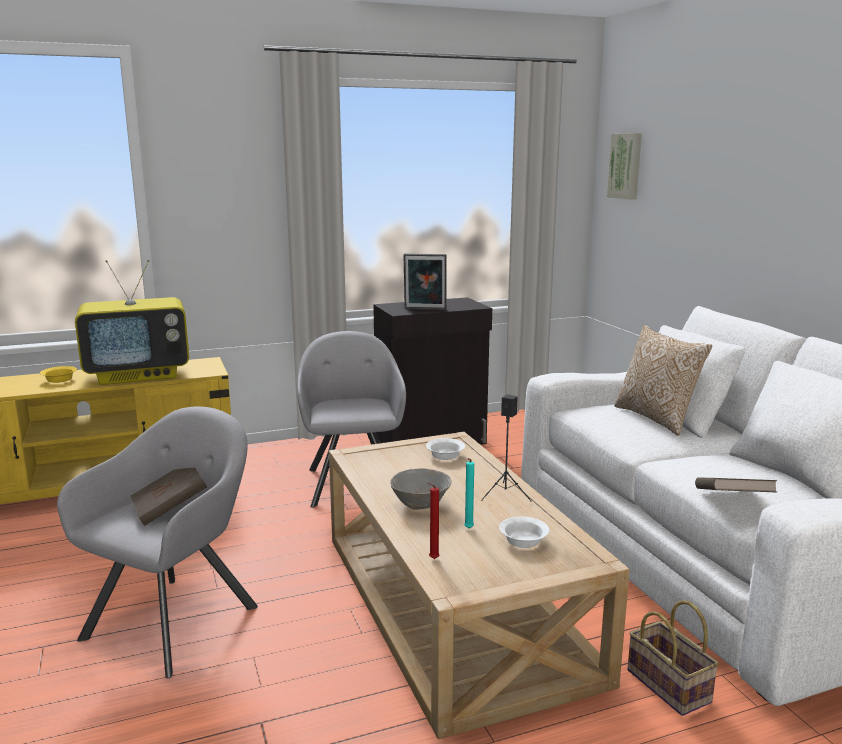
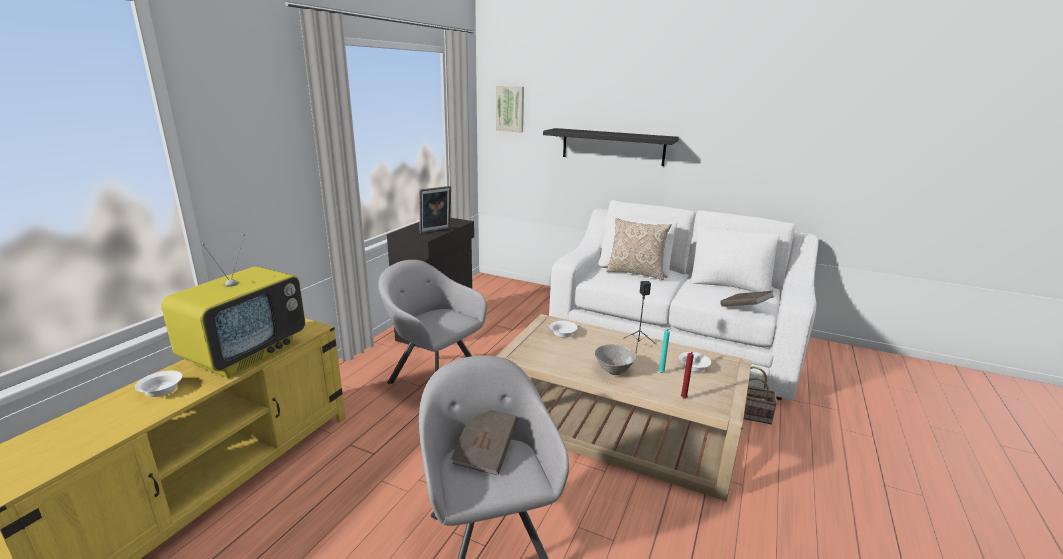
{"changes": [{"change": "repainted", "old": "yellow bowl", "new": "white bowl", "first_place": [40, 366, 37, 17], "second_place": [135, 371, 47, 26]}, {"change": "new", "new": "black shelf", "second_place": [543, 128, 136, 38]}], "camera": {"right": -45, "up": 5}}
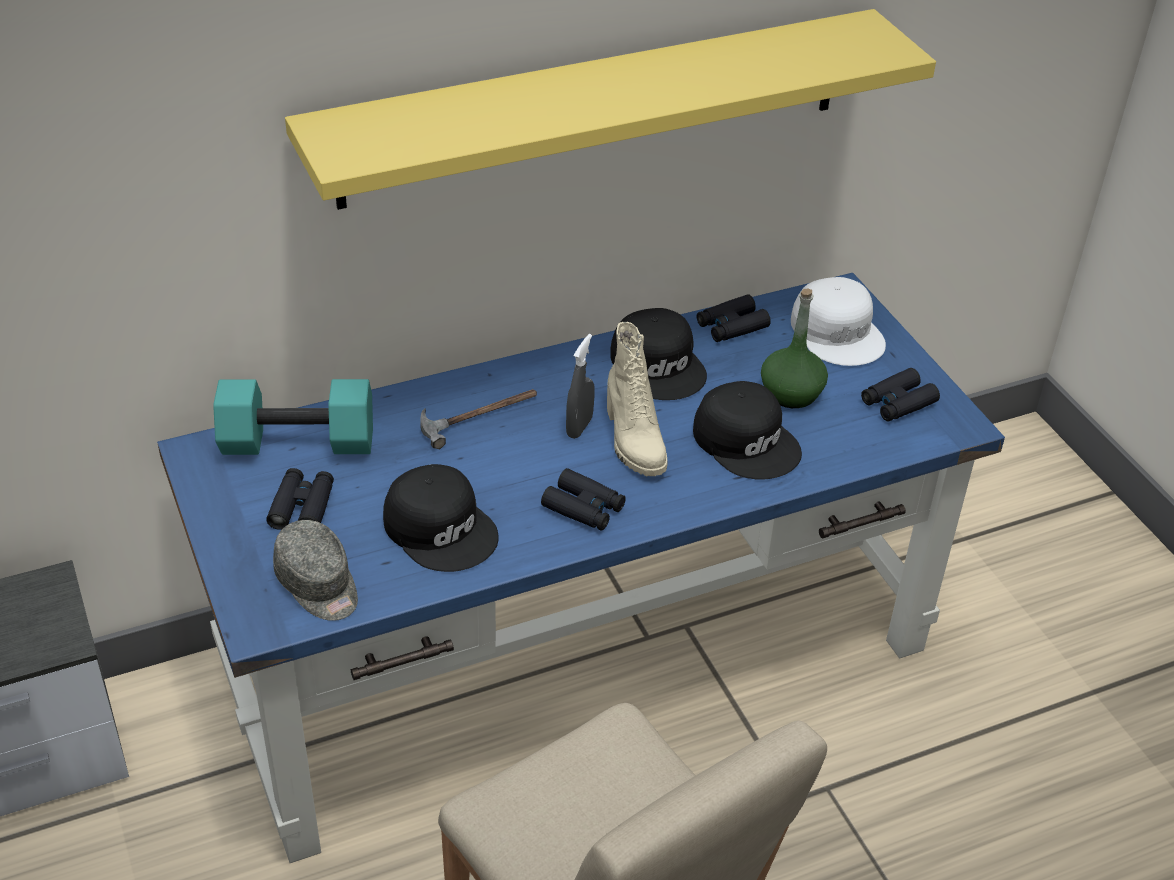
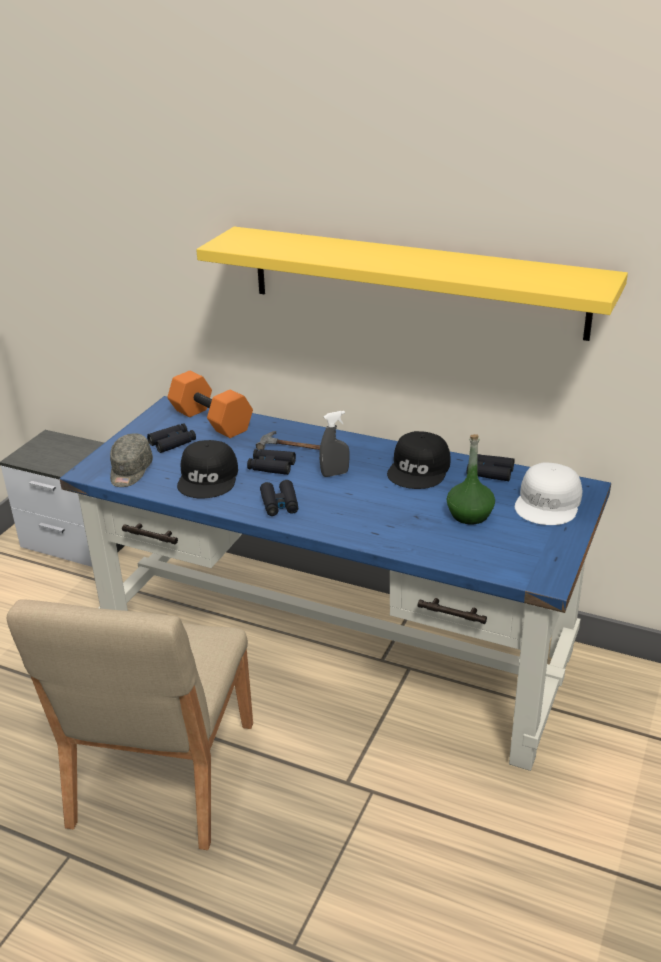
{"changes": [{"change": "repainted", "old": "turquoise dumbbell", "new": "orange dumbbell", "first_place": [213, 379, 160, 76], "second_place": [167, 371, 86, 67]}, {"change": "gone", "old": "beige boot", "first_place": [607, 322, 60, 154]}, {"change": "gone", "old": "black cap", "first_place": [693, 381, 109, 99]}, {"change": "shifted", "old": "black binoculars", "first_place": [861, 368, 79, 54], "second_place": [247, 449, 49, 26]}], "camera": {"right": 50, "up": -10}}
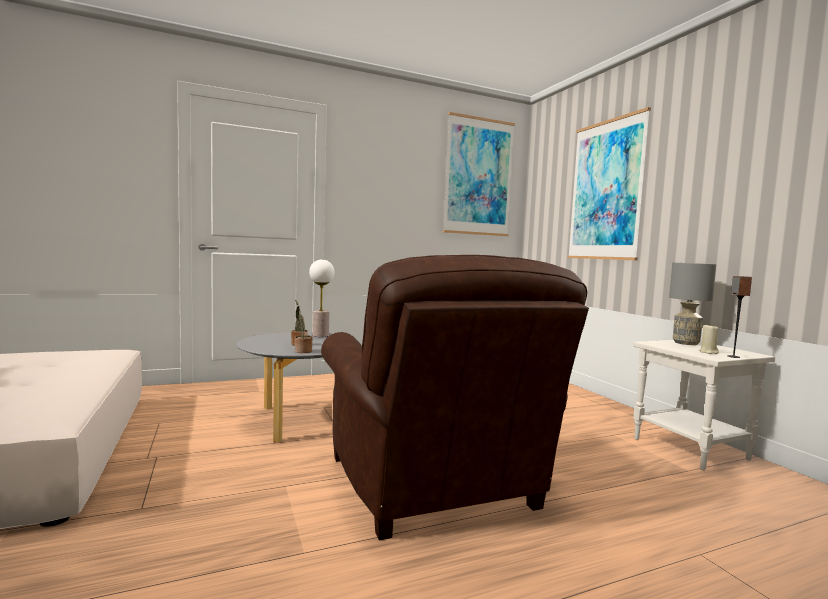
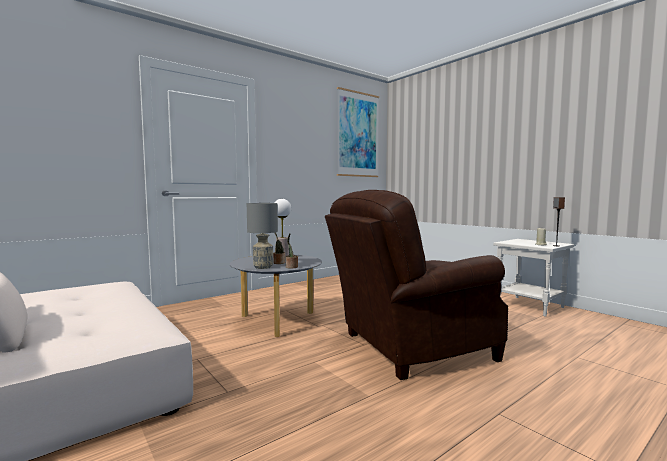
{"changes": [{"change": "rotated", "old": "brown armchair", "first_place": [321, 255, 268, 285], "second_place": [325, 190, 183, 190], "degrees": 105}, {"change": "gone", "old": "picture", "first_place": [567, 107, 84, 153]}, {"change": "shifted", "old": "grey table lamp", "first_place": [669, 263, 47, 82], "second_place": [247, 203, 31, 66]}], "camera": {"right": -15, "up": 0}}
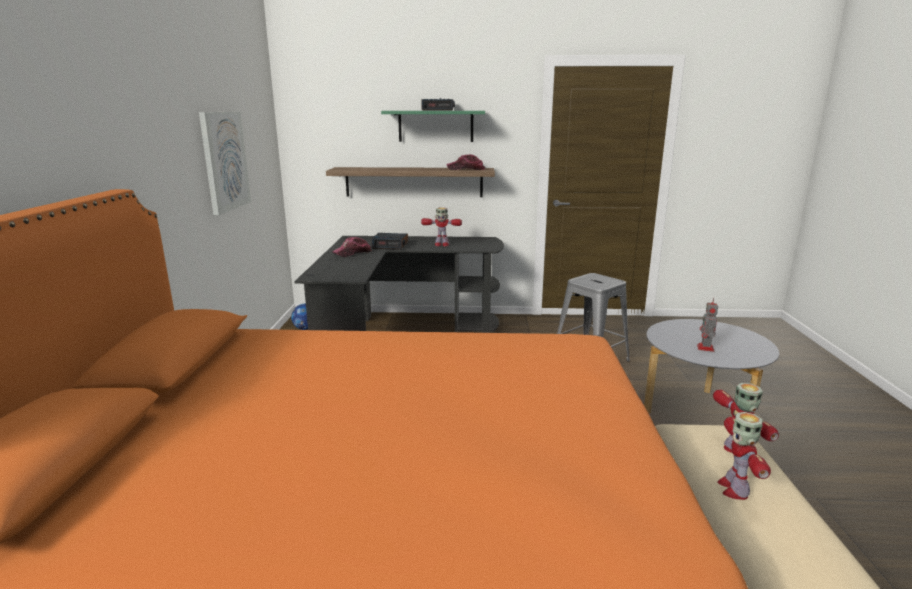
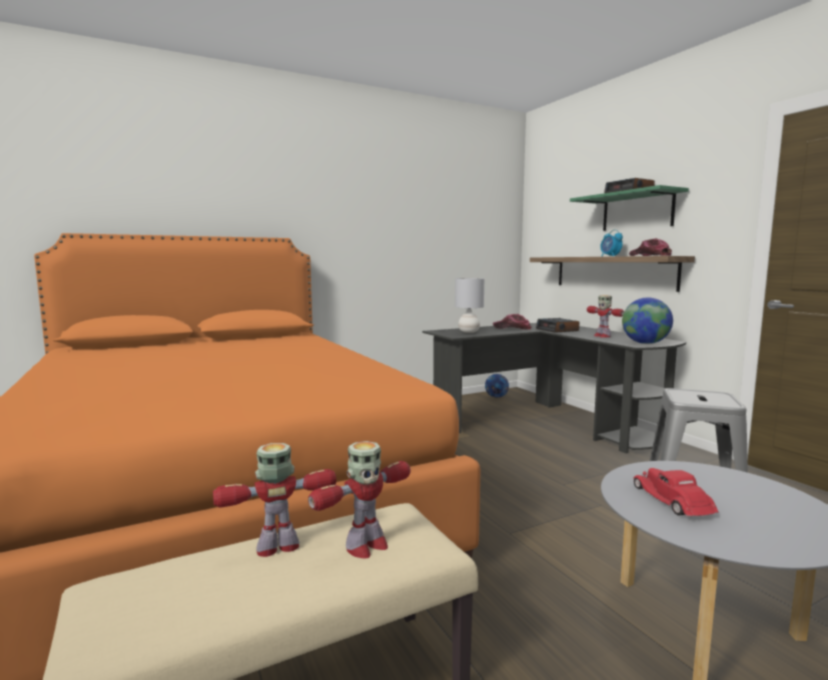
{"changes": [{"change": "gone", "old": "picture", "first_place": [199, 112, 52, 103]}, {"change": "swapped", "old": "toy robot", "new": "red toy car", "first_place": [697, 298, 21, 54], "second_place": [633, 468, 86, 48]}, {"change": "new", "new": "grey table lamp", "second_place": [455, 278, 29, 55]}, {"change": "new", "new": "alarm clock", "second_place": [600, 229, 23, 27]}, {"change": "new", "new": "globe", "second_place": [622, 298, 51, 46]}], "camera": {"right": 60, "up": -10}}
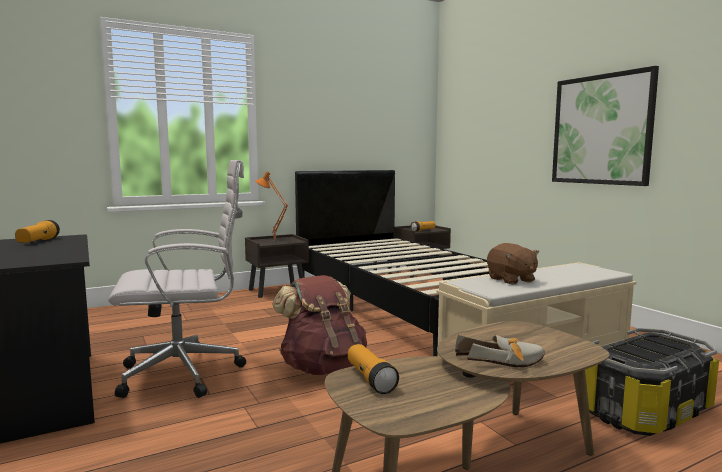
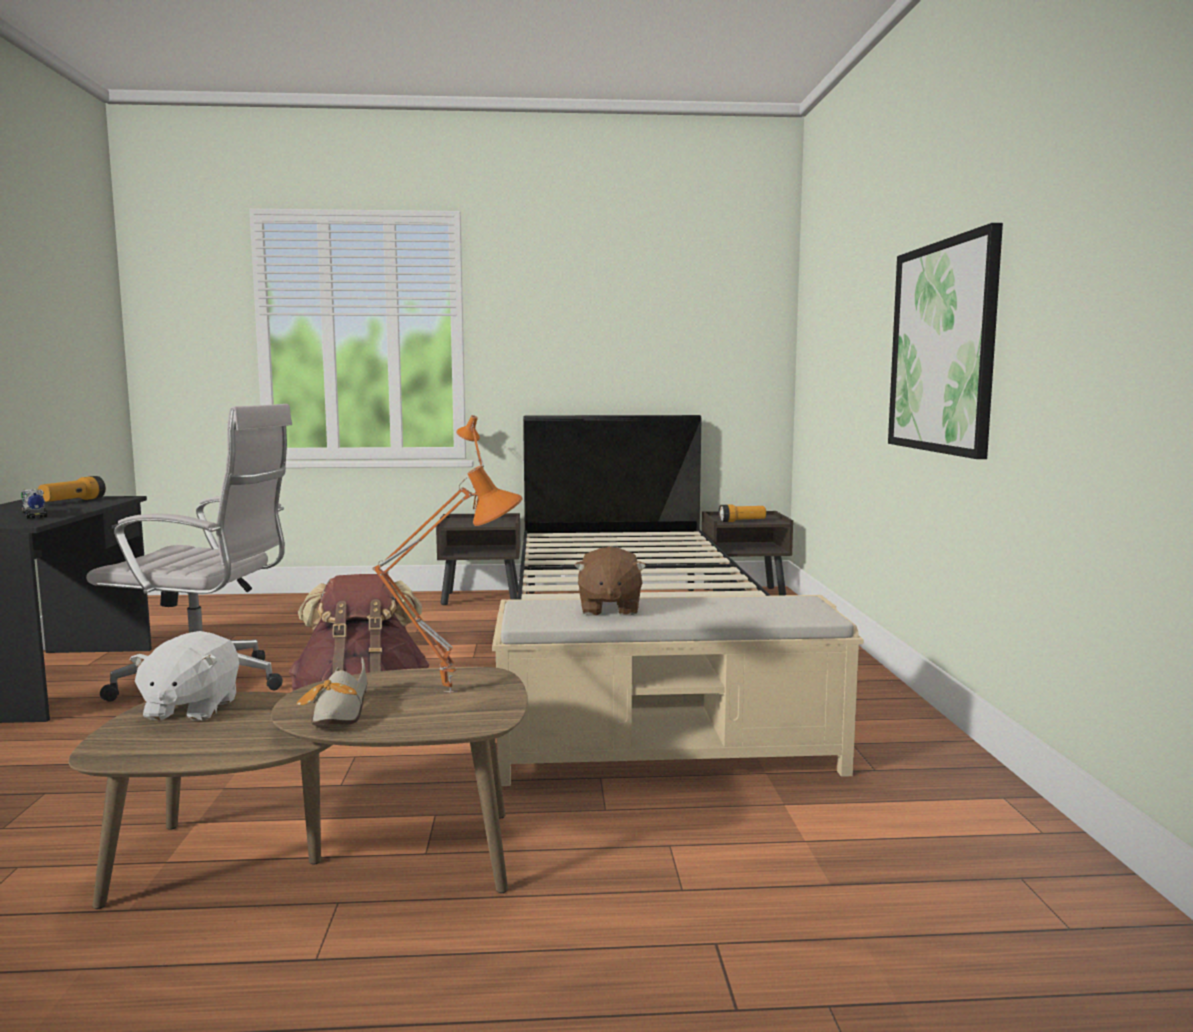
{"changes": [{"change": "swapped", "old": "flashlight", "new": "white plush toy", "first_place": [348, 344, 51, 50], "second_place": [130, 631, 109, 90]}, {"change": "rotated", "old": "shoe", "first_place": [455, 335, 90, 32], "second_place": [297, 657, 70, 69], "degrees": 60}, {"change": "gone", "old": "storage box", "first_place": [585, 328, 134, 108]}, {"change": "new", "new": "toy truck", "second_place": [21, 489, 26, 30]}, {"change": "new", "new": "orange table lamp", "second_place": [373, 466, 149, 227]}], "camera": {"right": 25, "up": 0}}
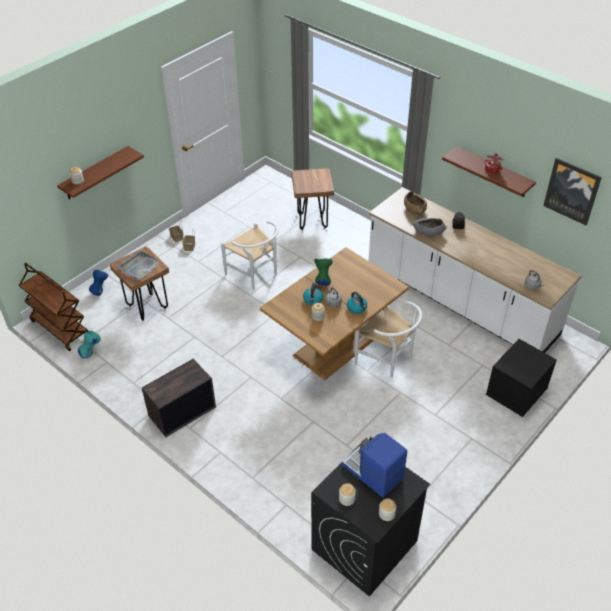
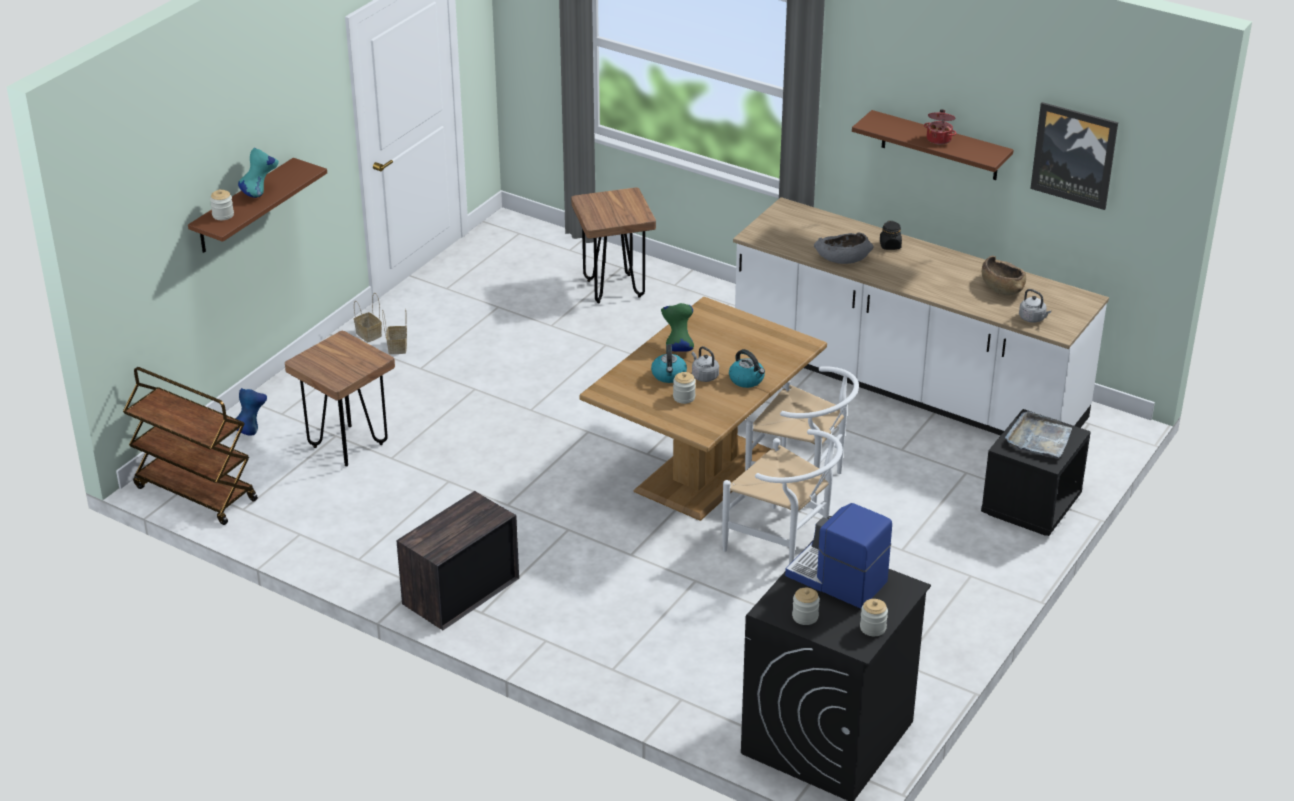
{"changes": [{"change": "shifted", "old": "turquoise vase", "first_place": [78, 331, 23, 28], "second_place": [238, 148, 41, 50]}, {"change": "shifted", "old": "grey tray", "first_place": [118, 251, 42, 29], "second_place": [1005, 411, 67, 47]}, {"change": "shifted", "old": "white chair", "first_place": [221, 221, 58, 69], "second_place": [722, 429, 121, 136]}, {"change": "shifted", "old": "brown bowl", "first_place": [404, 191, 23, 24], "second_place": [982, 256, 44, 39]}], "camera": {"right": -10, "up": -10}}
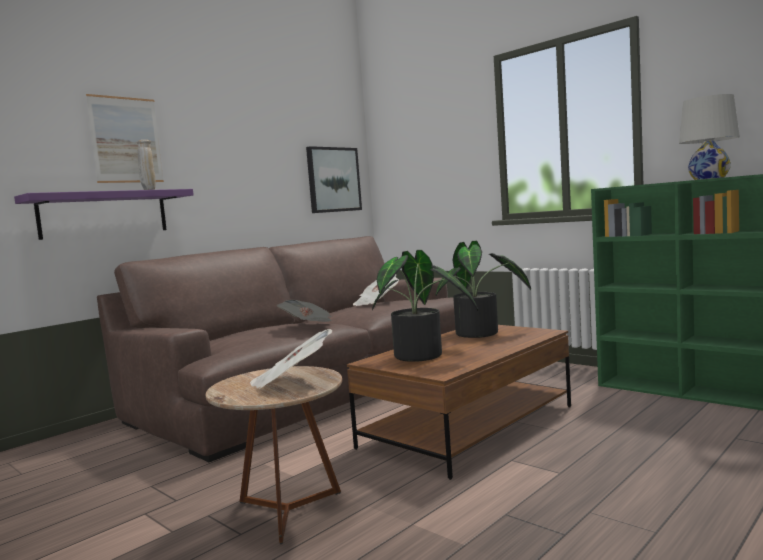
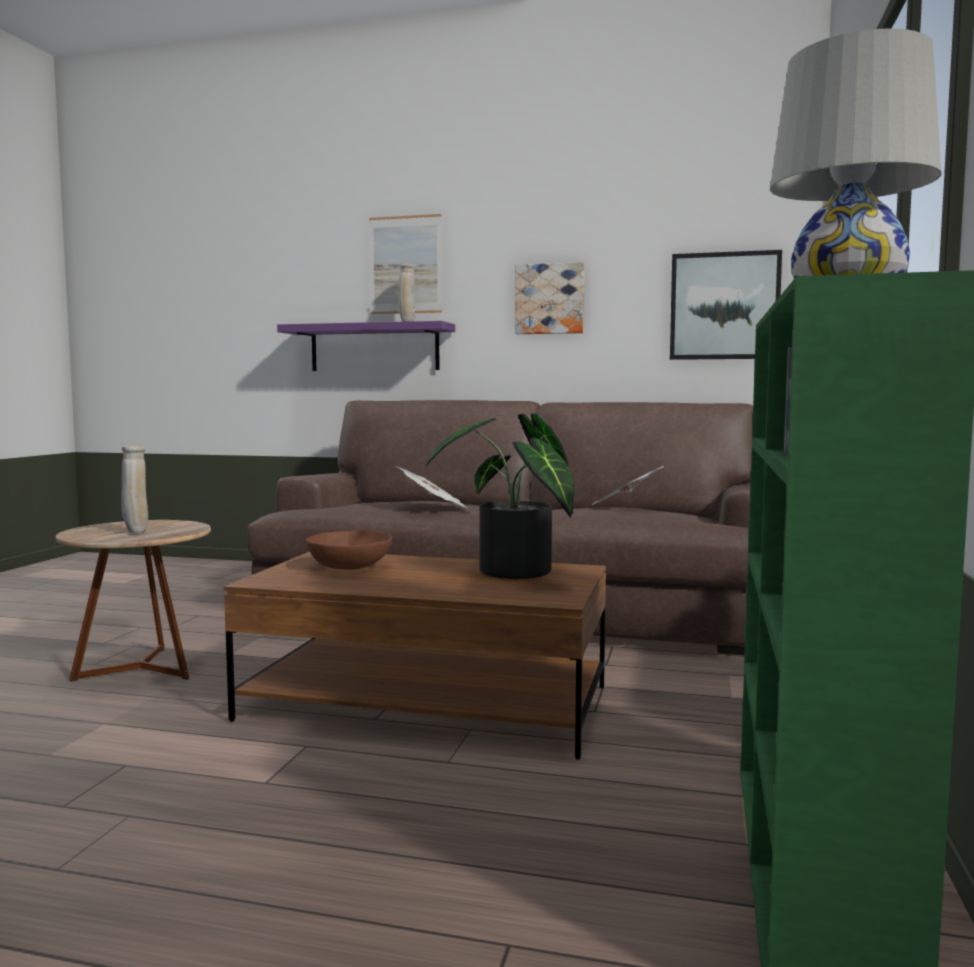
{"changes": [{"change": "swapped", "old": "newspaper", "new": "beige vase", "first_place": [250, 329, 82, 60], "second_place": [121, 445, 27, 88]}, {"change": "swapped", "old": "potted plant", "new": "brown bowl", "first_place": [372, 250, 106, 112], "second_place": [306, 530, 86, 40]}, {"change": "new", "new": "picture", "second_place": [515, 262, 69, 72]}], "camera": {"right": 60, "up": 0}}
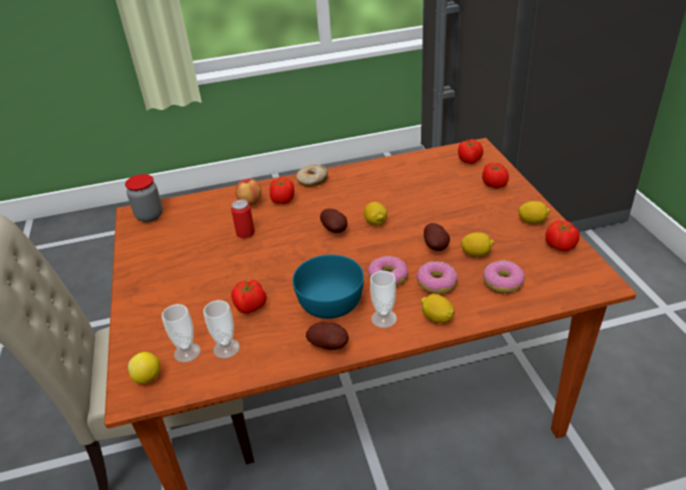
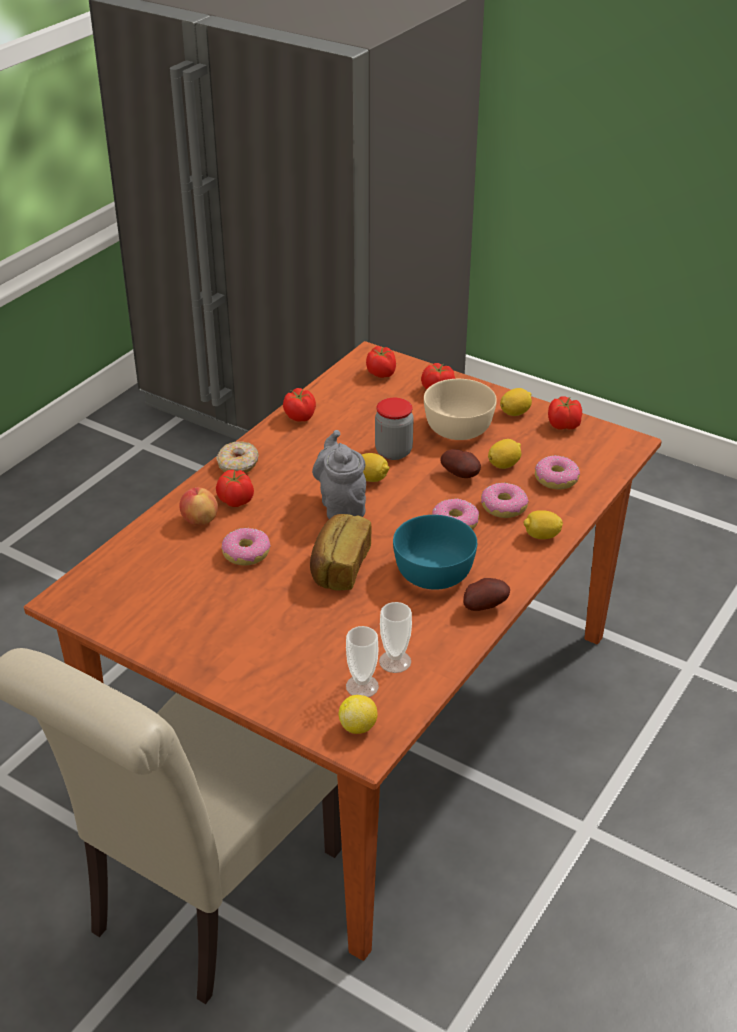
{"changes": [{"change": "shifted", "old": "jar", "first_place": [125, 174, 38, 48], "second_place": [375, 398, 39, 62]}, {"change": "swapped", "old": "can", "new": "donut", "first_place": [231, 199, 24, 39], "second_place": [222, 528, 49, 38]}, {"change": "shifted", "old": "tomato", "first_place": [231, 280, 36, 34], "second_place": [283, 388, 33, 33]}, {"change": "swapped", "old": "potato", "new": "grey teapot", "first_place": [320, 209, 27, 24], "second_place": [312, 430, 54, 89]}, {"change": "gone", "old": "cup", "first_place": [370, 271, 27, 57]}, {"change": "new", "new": "bread", "second_place": [310, 514, 62, 77]}, {"change": "new", "new": "beige bowl", "second_place": [424, 379, 73, 61]}], "camera": {"right": -45, "up": 0}}
